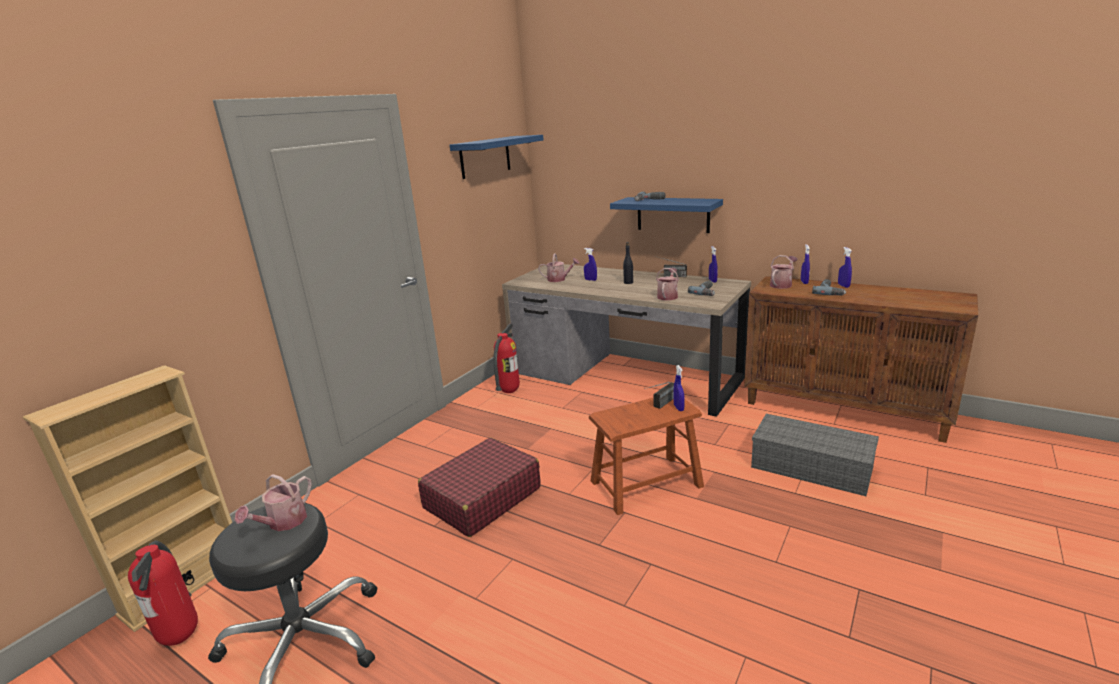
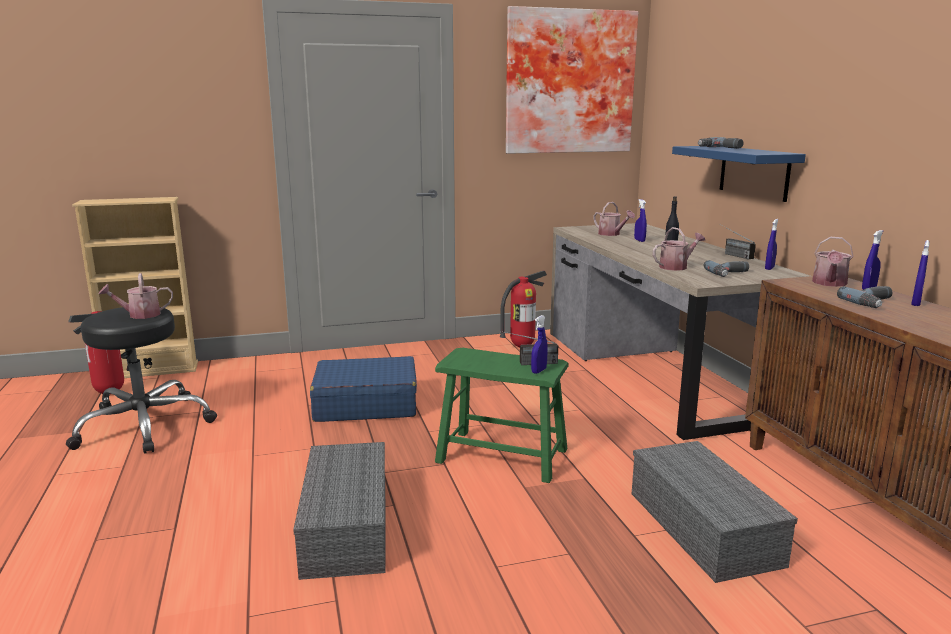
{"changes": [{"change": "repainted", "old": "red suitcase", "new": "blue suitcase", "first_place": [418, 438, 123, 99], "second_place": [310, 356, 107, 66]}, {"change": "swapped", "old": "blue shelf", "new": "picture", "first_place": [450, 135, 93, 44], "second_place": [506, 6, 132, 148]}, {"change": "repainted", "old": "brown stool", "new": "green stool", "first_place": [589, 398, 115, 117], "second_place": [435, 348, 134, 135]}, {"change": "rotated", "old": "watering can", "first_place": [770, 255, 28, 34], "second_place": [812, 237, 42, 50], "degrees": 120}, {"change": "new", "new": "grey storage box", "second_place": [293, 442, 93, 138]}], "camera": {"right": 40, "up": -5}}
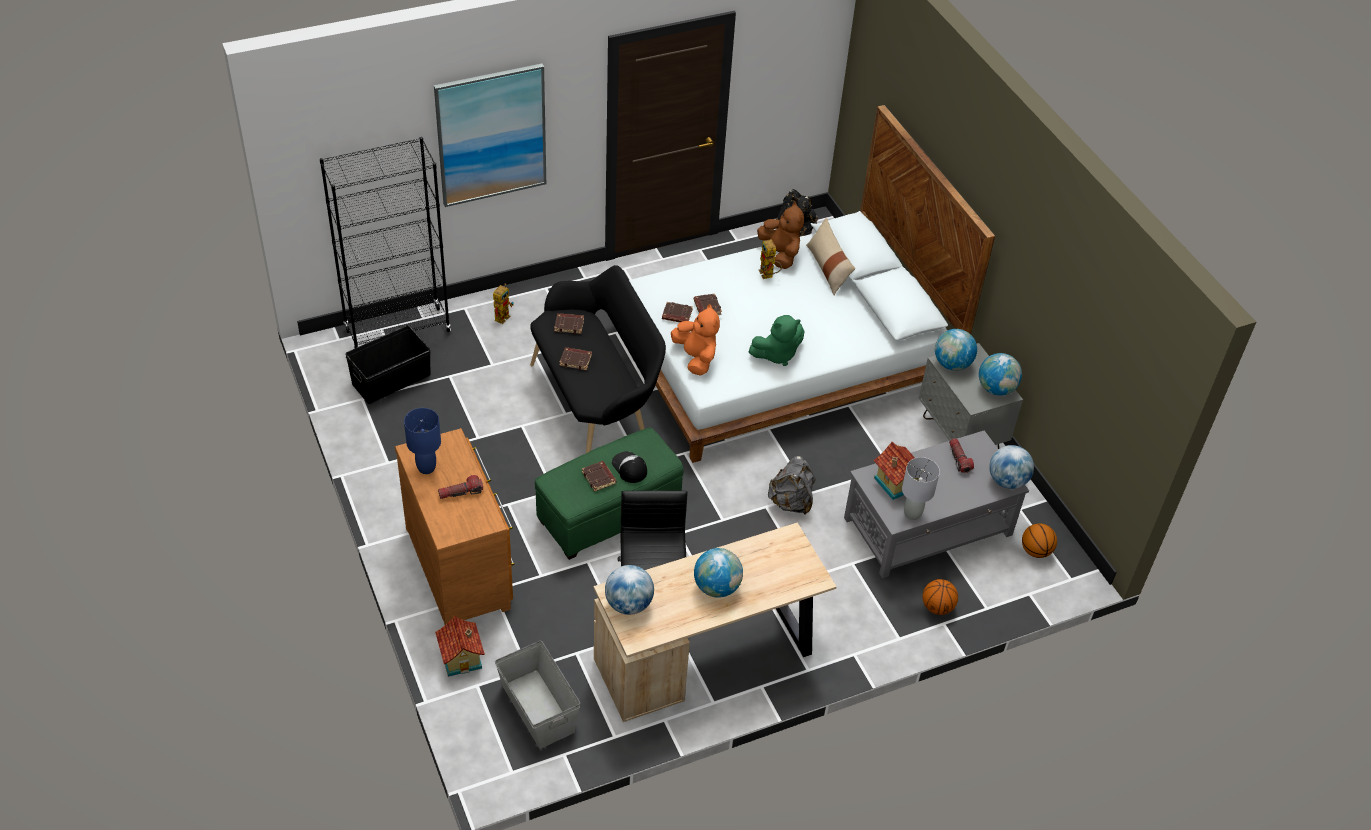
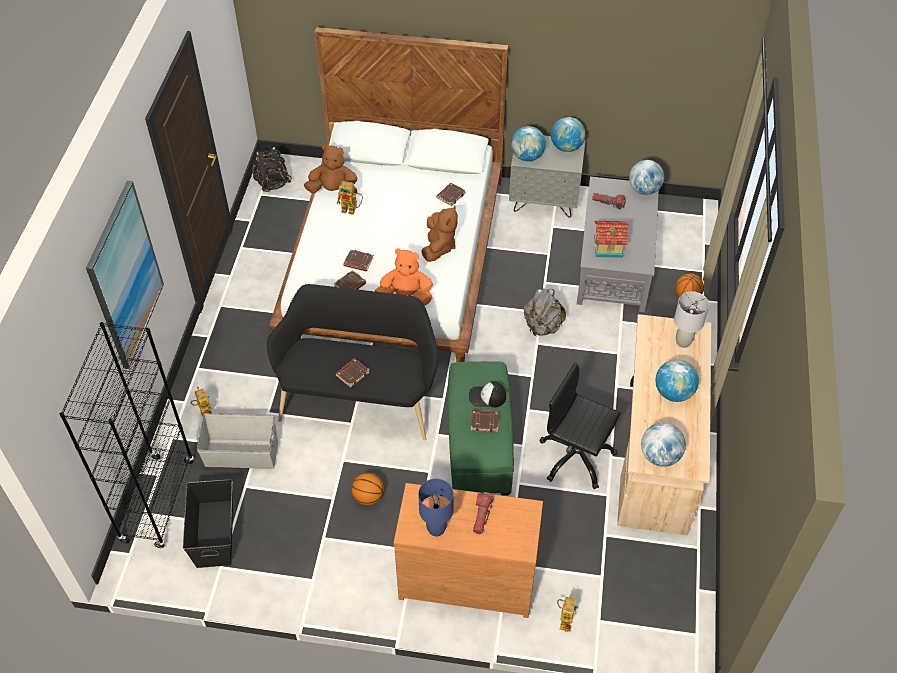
{"changes": [{"change": "swapped", "old": "toy house", "new": "toy robot", "first_place": [435, 616, 50, 61], "second_place": [557, 595, 22, 37]}, {"change": "shifted", "old": "grey storage box", "first_place": [495, 641, 85, 108], "second_place": [197, 413, 81, 56]}, {"change": "shifted", "old": "brown book", "first_place": [554, 313, 30, 21], "second_place": [436, 183, 30, 23]}, {"change": "repainted", "old": "green plush toy", "new": "brown plush toy", "first_place": [749, 315, 56, 51], "second_place": [421, 205, 37, 57]}, {"change": "gone", "old": "beige pillow", "first_place": [806, 218, 50, 77]}, {"change": "shifted", "old": "grey table lamp", "first_place": [902, 457, 38, 63], "second_place": [674, 291, 35, 57]}, {"change": "shifted", "old": "basketball", "first_place": [1022, 523, 35, 35], "second_place": [351, 473, 33, 32]}], "camera": {"right": -55, "up": 5}}
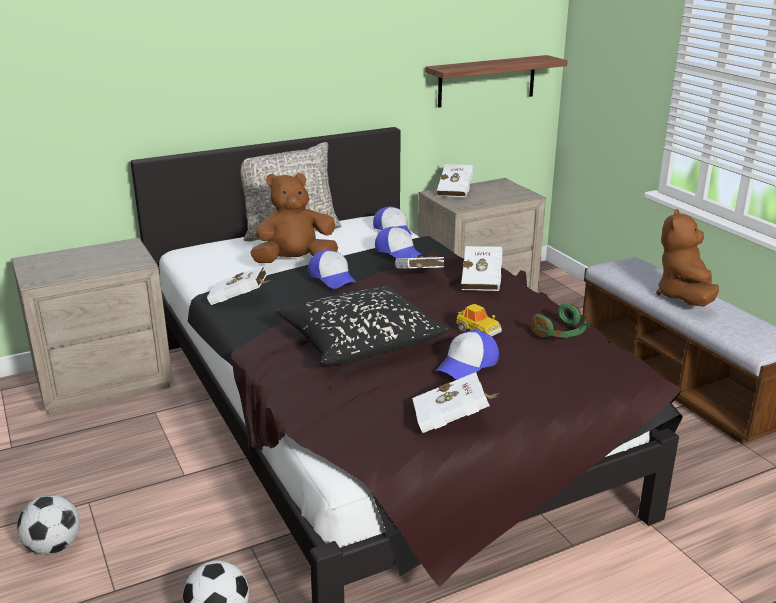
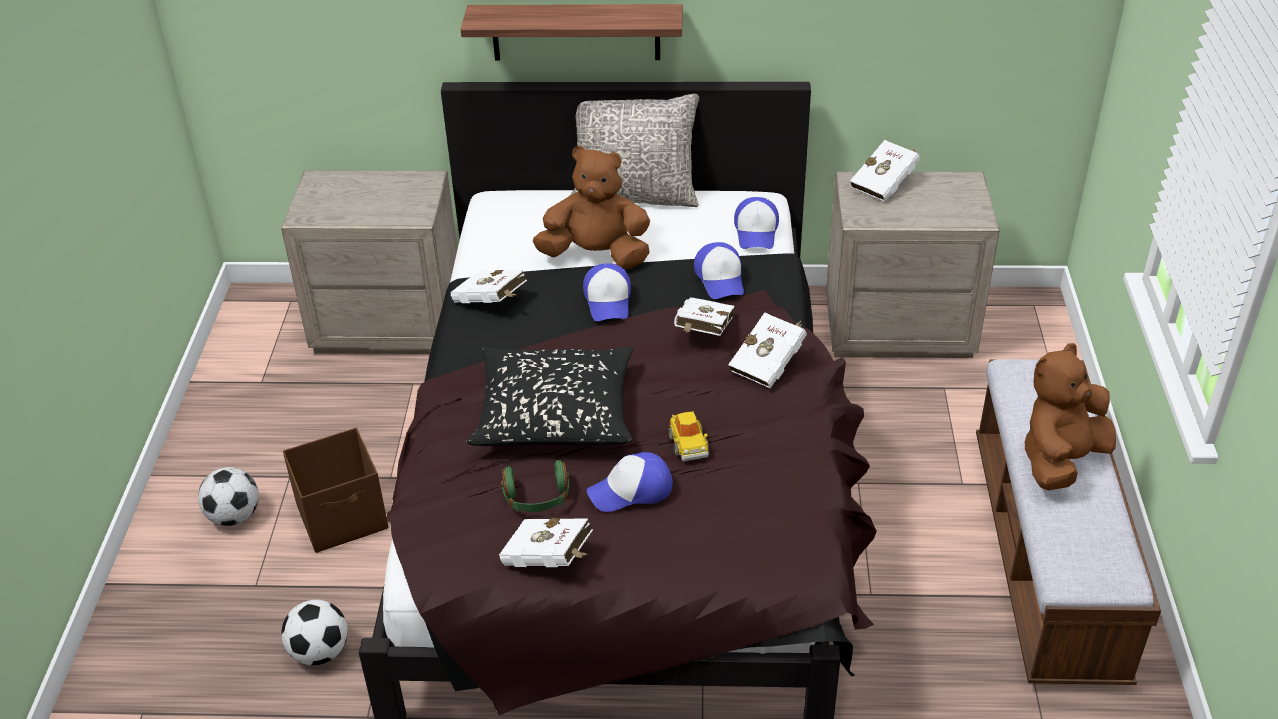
{"changes": [{"change": "shifted", "old": "shelf", "first_place": [425, 55, 143, 53], "second_place": [460, 4, 223, 56]}, {"change": "shifted", "old": "green headphones", "first_place": [530, 303, 60, 35], "second_place": [501, 460, 68, 52]}, {"change": "new", "new": "brown storage box", "second_place": [283, 428, 105, 125]}], "camera": {"right": 30, "up": 15}}
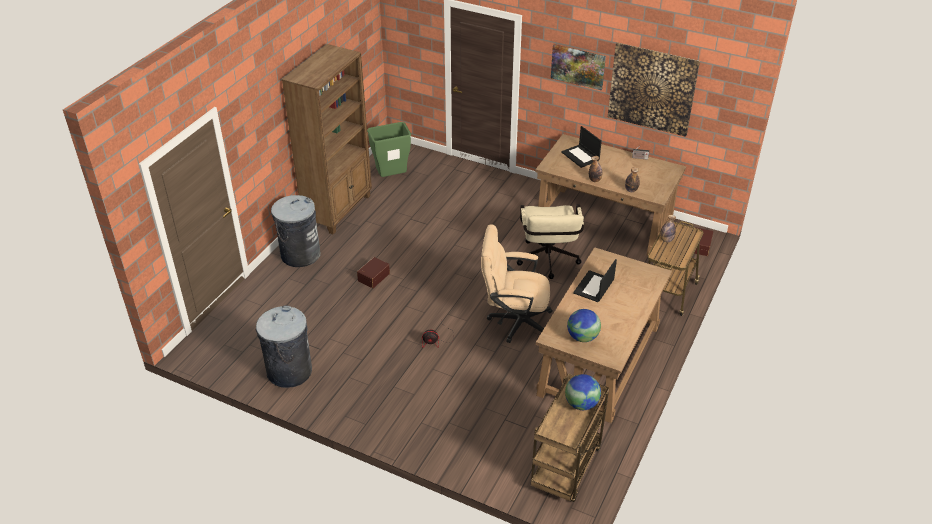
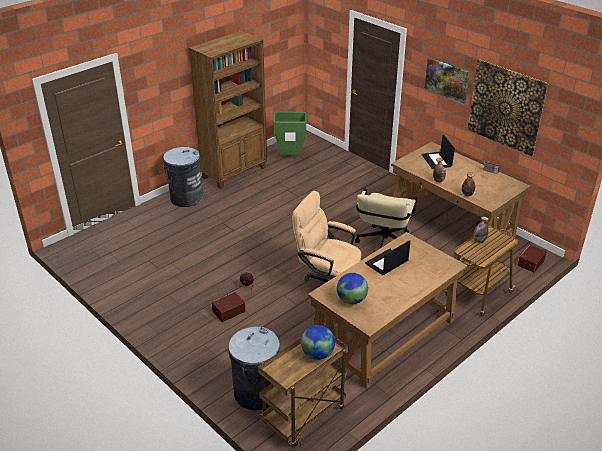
{"changes": [{"change": "shifted", "old": "grey trash can", "first_place": [256, 305, 56, 83], "second_place": [228, 327, 52, 83]}, {"change": "shifted", "old": "brown storage box", "first_place": [357, 257, 33, 31], "second_place": [212, 292, 33, 30]}], "camera": {"right": 20, "up": -5}}
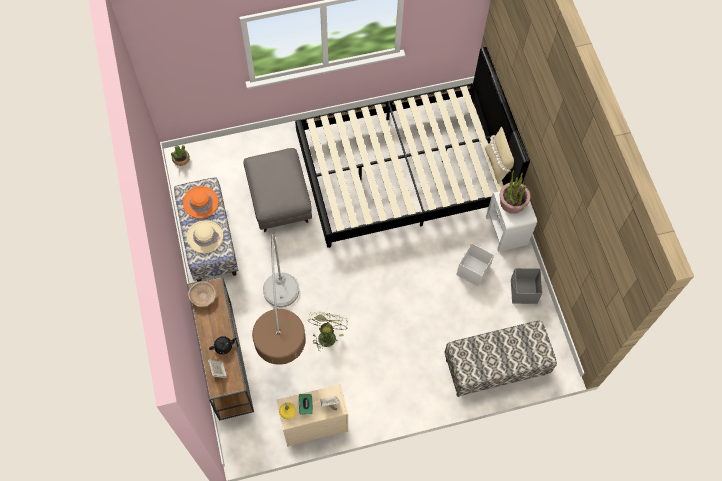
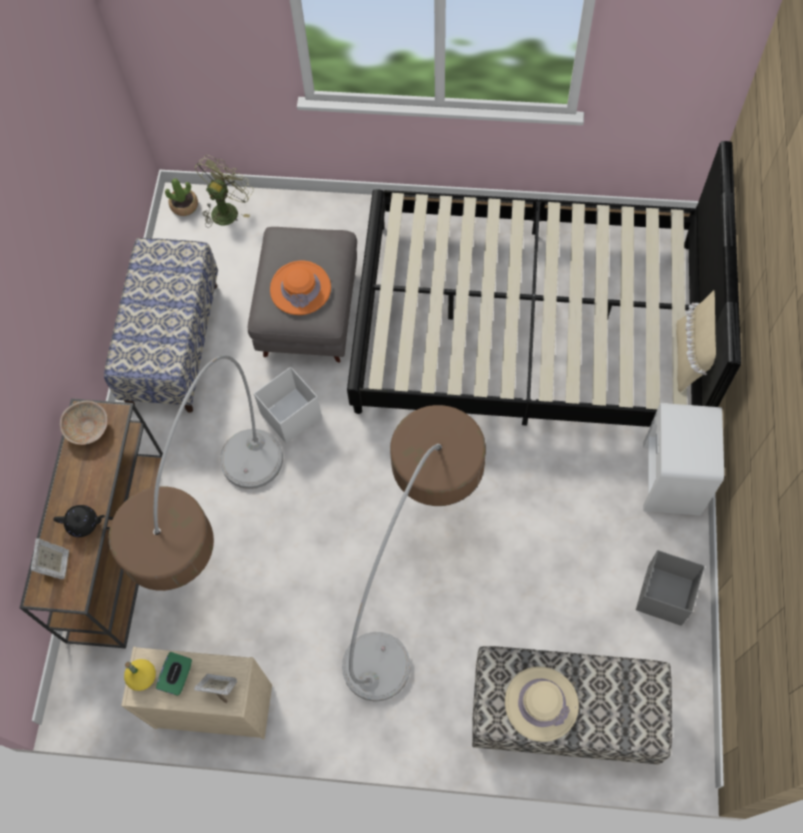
{"changes": [{"change": "shifted", "old": "orange hat", "first_place": [183, 186, 36, 33], "second_place": [270, 260, 61, 55]}, {"change": "shifted", "old": "beige hat", "first_place": [186, 220, 37, 34], "second_place": [505, 666, 74, 76]}, {"change": "shifted", "old": "green fan", "first_place": [308, 312, 40, 39], "second_place": [195, 155, 59, 73]}, {"change": "shifted", "old": "white storage box", "first_place": [456, 243, 38, 43], "second_place": [254, 367, 68, 77]}, {"change": "gone", "old": "potted plant", "first_place": [500, 171, 31, 43]}, {"change": "new", "new": "floor lamp", "second_place": [342, 405, 144, 297]}], "camera": {"right": 25, "up": 0}}
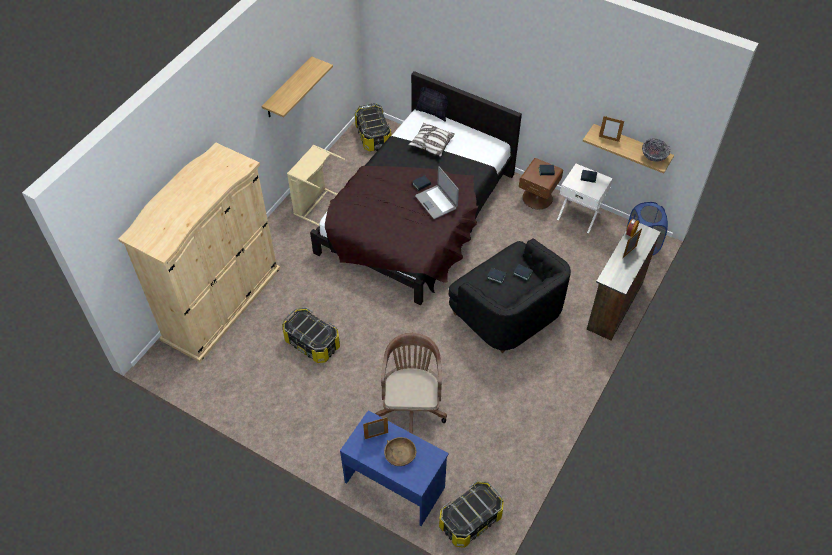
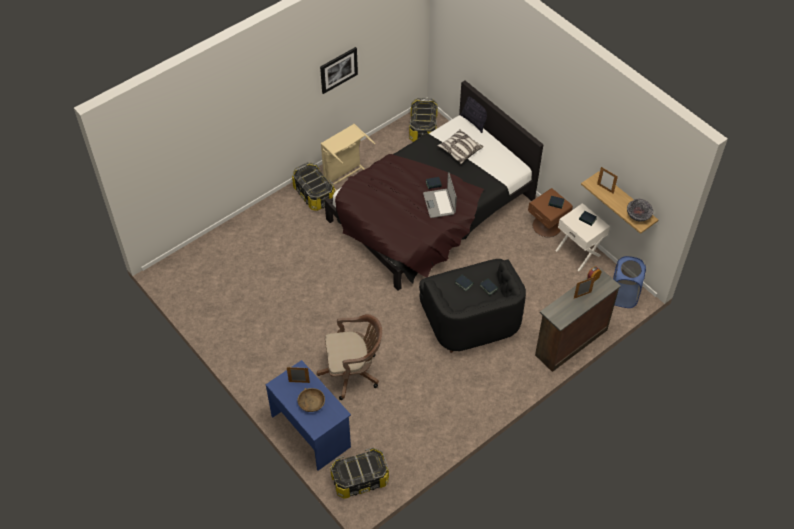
{"changes": [{"change": "gone", "old": "beige wardrobe", "first_place": [118, 142, 162, 221]}, {"change": "swapped", "old": "shelf", "new": "picture", "first_place": [262, 56, 71, 62], "second_place": [320, 47, 38, 47]}, {"change": "shifted", "old": "storage box", "first_place": [282, 307, 58, 56], "second_place": [292, 162, 43, 49]}, {"change": "rotated", "old": "brown office chair", "first_place": [376, 332, 71, 102], "second_place": [317, 314, 65, 86], "degrees": 60}], "camera": {"right": 20, "up": 0}}
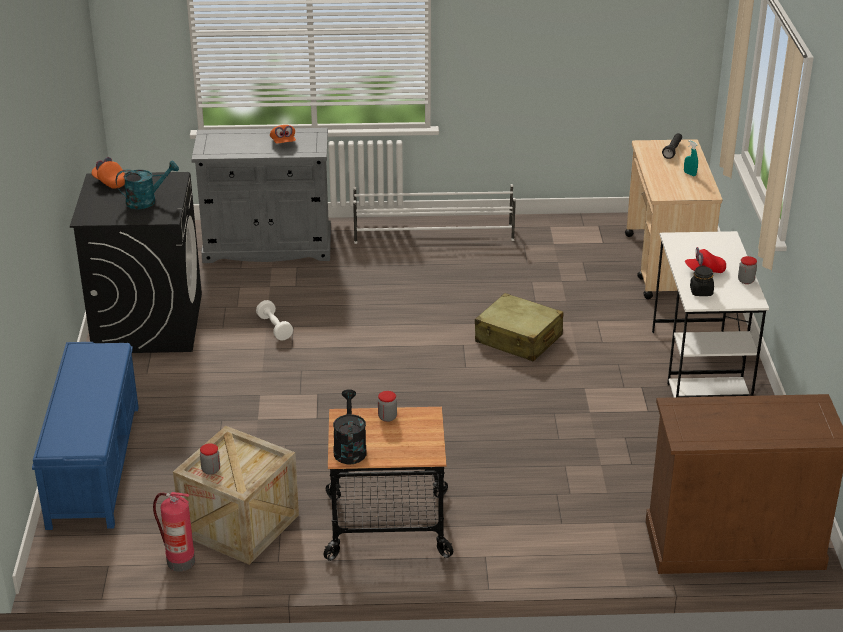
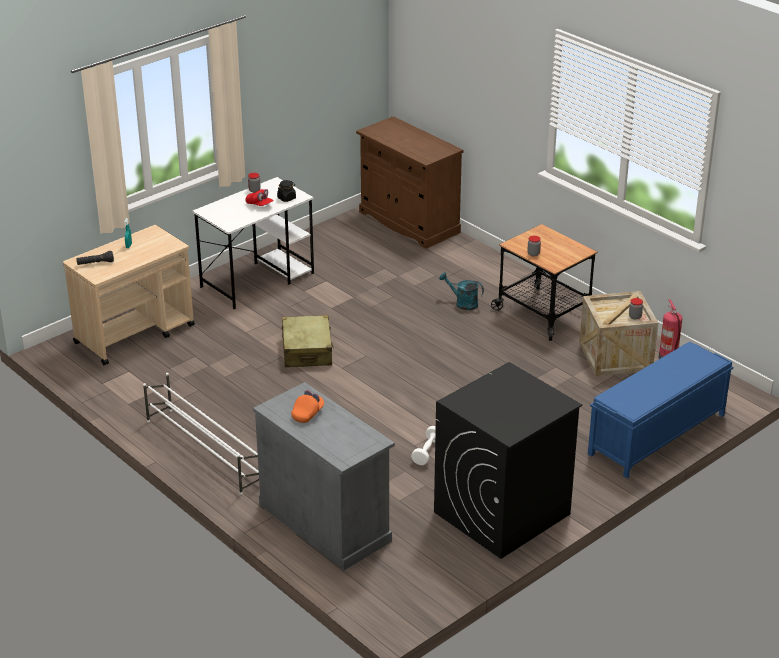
{"changes": [{"change": "gone", "old": "orange cap", "first_place": [92, 157, 33, 32]}, {"change": "shifted", "old": "turquoise watering can", "first_place": [116, 161, 63, 48], "second_place": [439, 272, 45, 38]}, {"change": "gone", "old": "black watering can", "first_place": [333, 389, 34, 75]}], "camera": {"right": -130, "up": 0}}
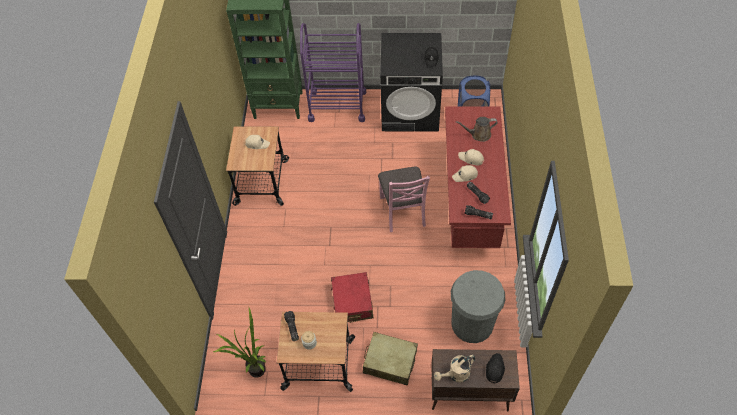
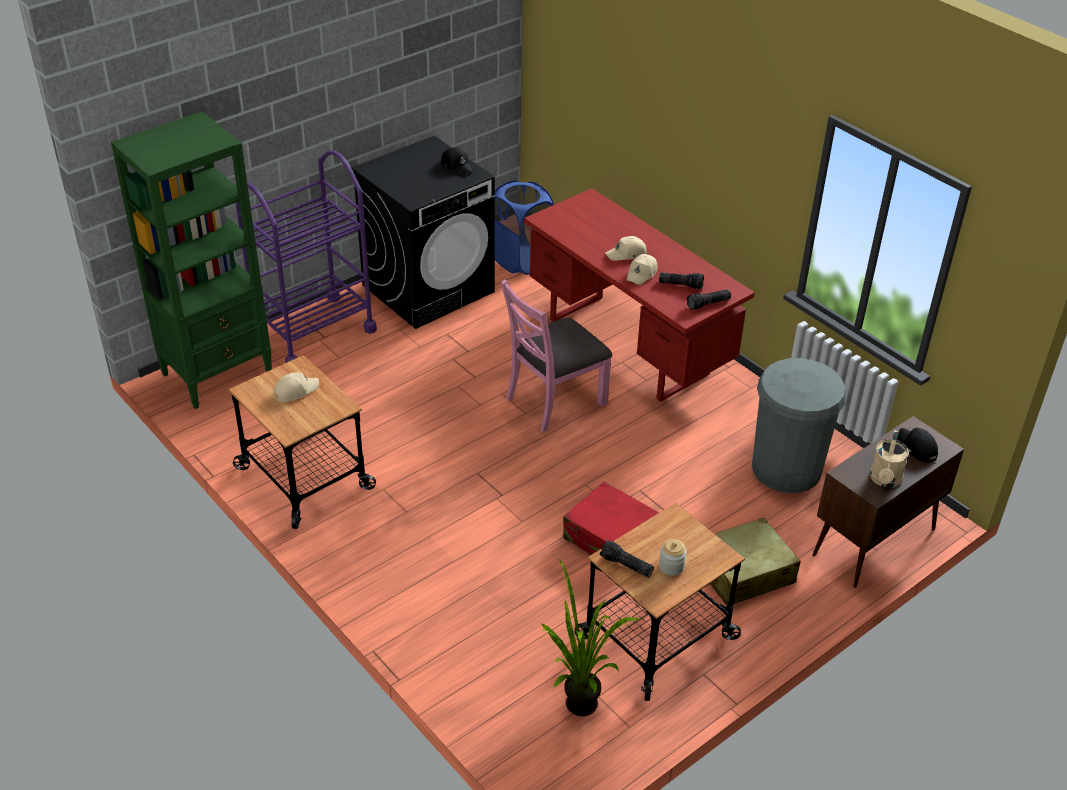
{"changes": [{"change": "rotated", "old": "pink chair", "first_place": [378, 167, 52, 65], "second_place": [501, 279, 111, 154], "degrees": 105}, {"change": "gone", "old": "brown watering can", "first_place": [456, 117, 42, 25]}], "camera": {"right": -45, "up": -15}}
